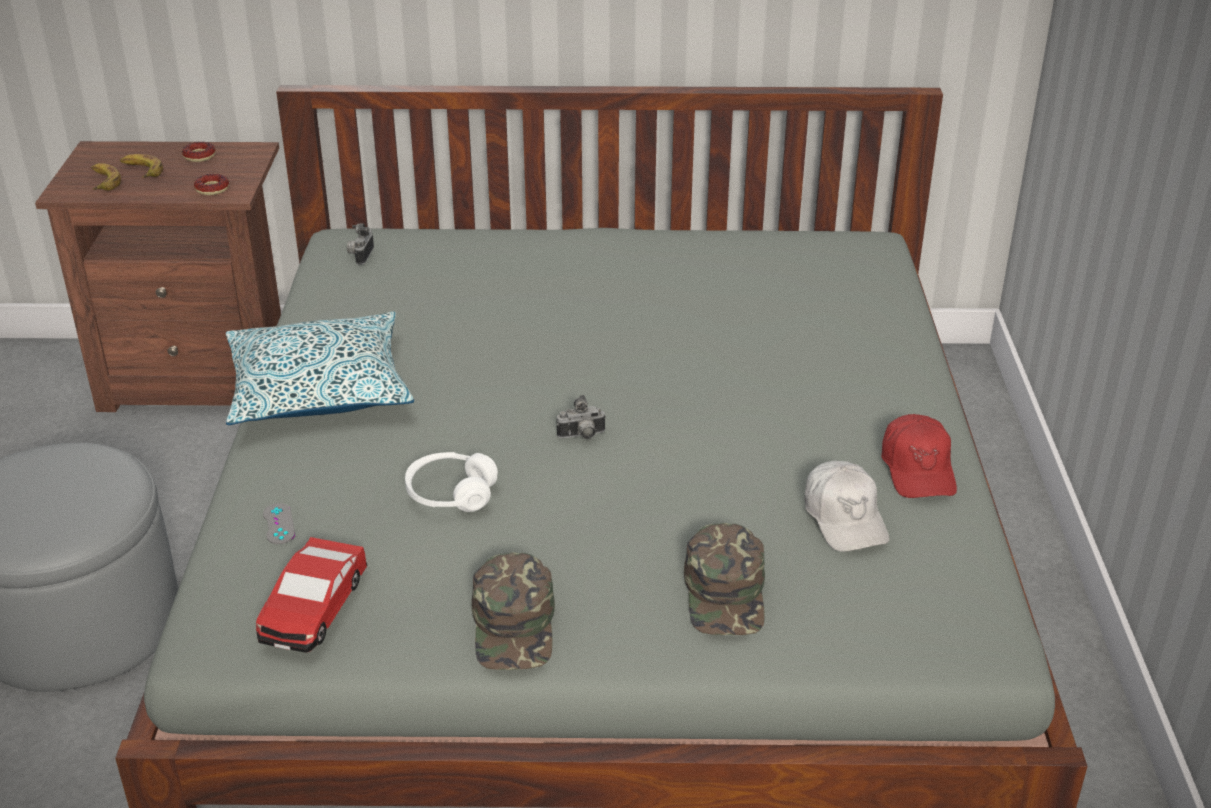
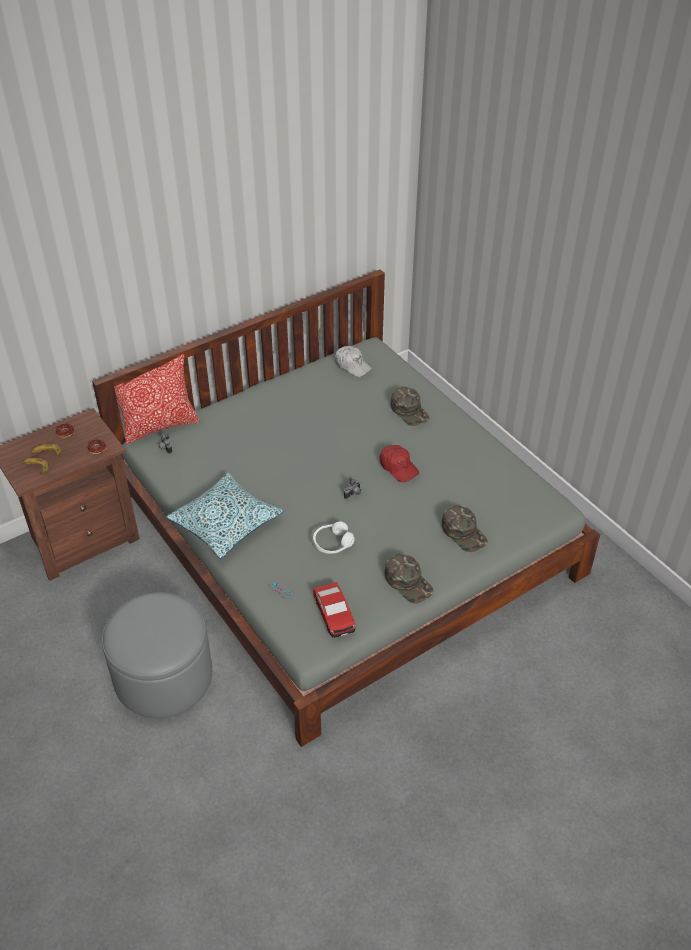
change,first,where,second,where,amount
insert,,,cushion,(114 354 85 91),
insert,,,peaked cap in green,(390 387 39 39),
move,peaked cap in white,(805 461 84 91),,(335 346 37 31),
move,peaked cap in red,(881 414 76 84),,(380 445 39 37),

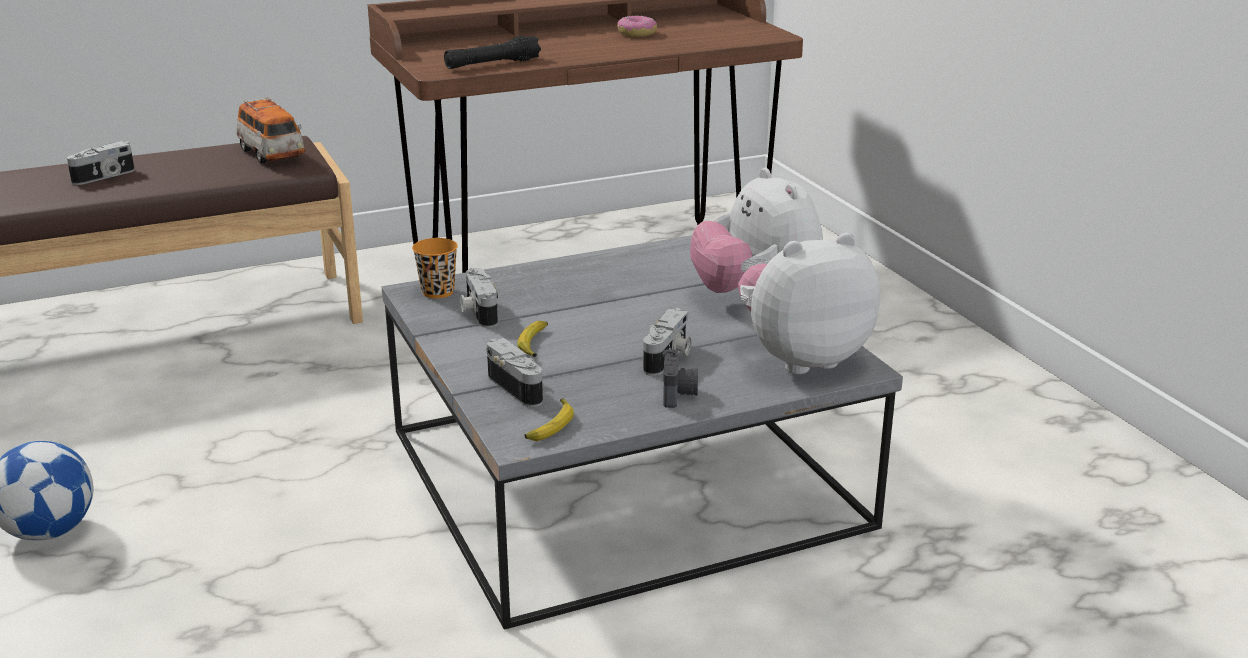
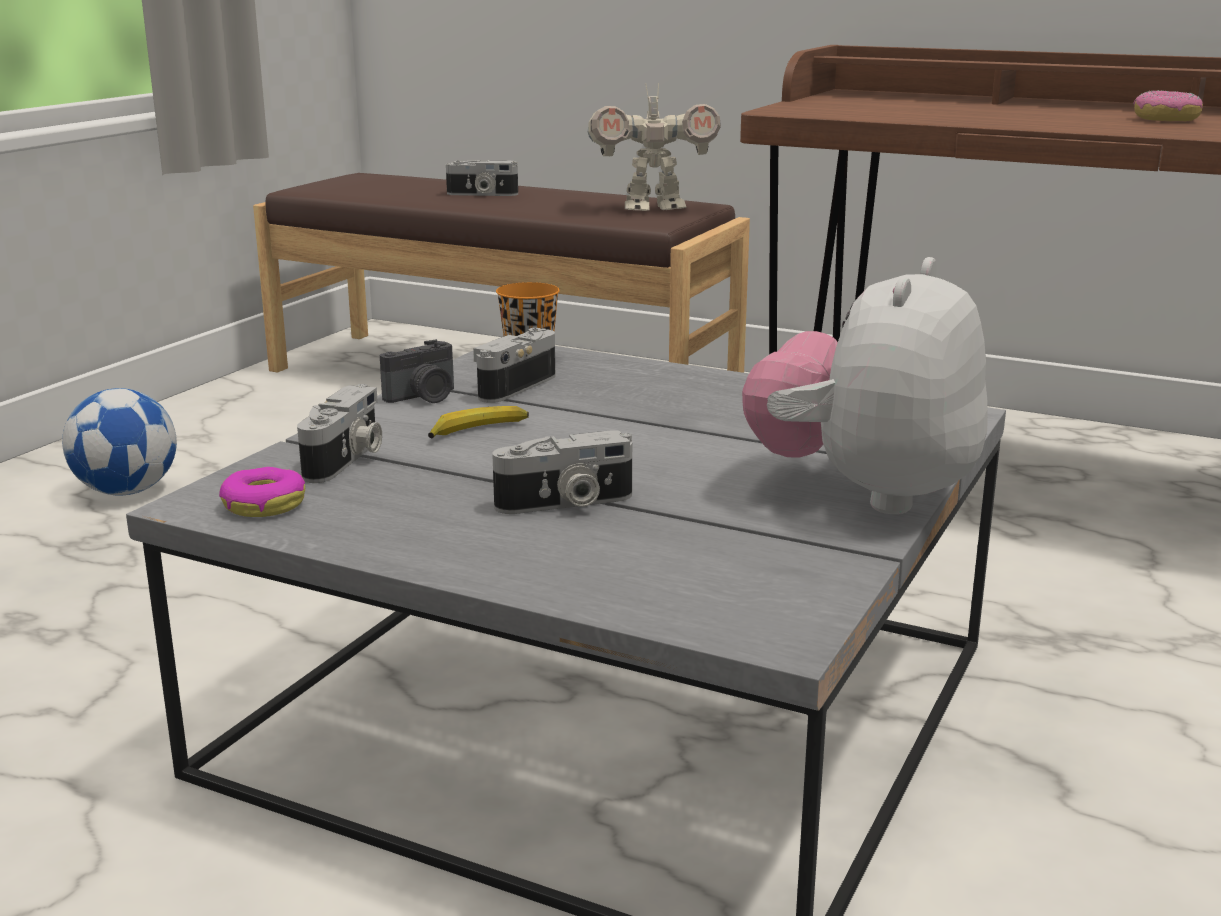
change,first,where,second,where,amount
delete,flashlight in black,(444 36 97 33),,,
delete,soft toy,(738 233 142 141),,,
move,photo camera,(662 349 36 59),,(380 339 74 64),
replace,model car,(236 97 69 67),robot figure,(587 83 134 128),
replace,banana,(525 398 49 43),ring doughnut,(219 467 86 50),

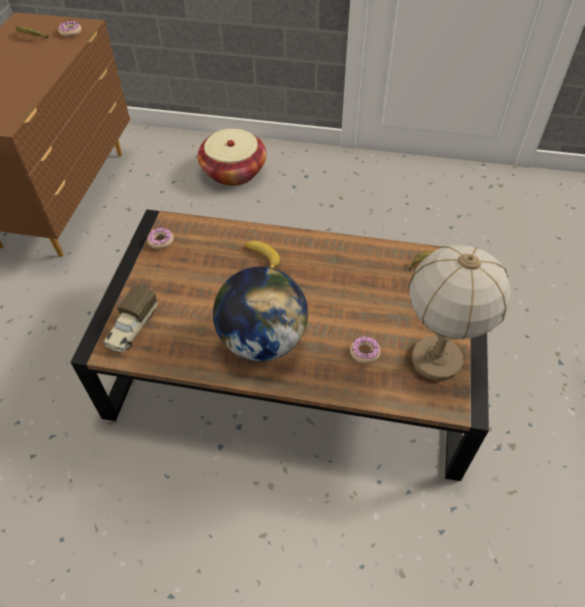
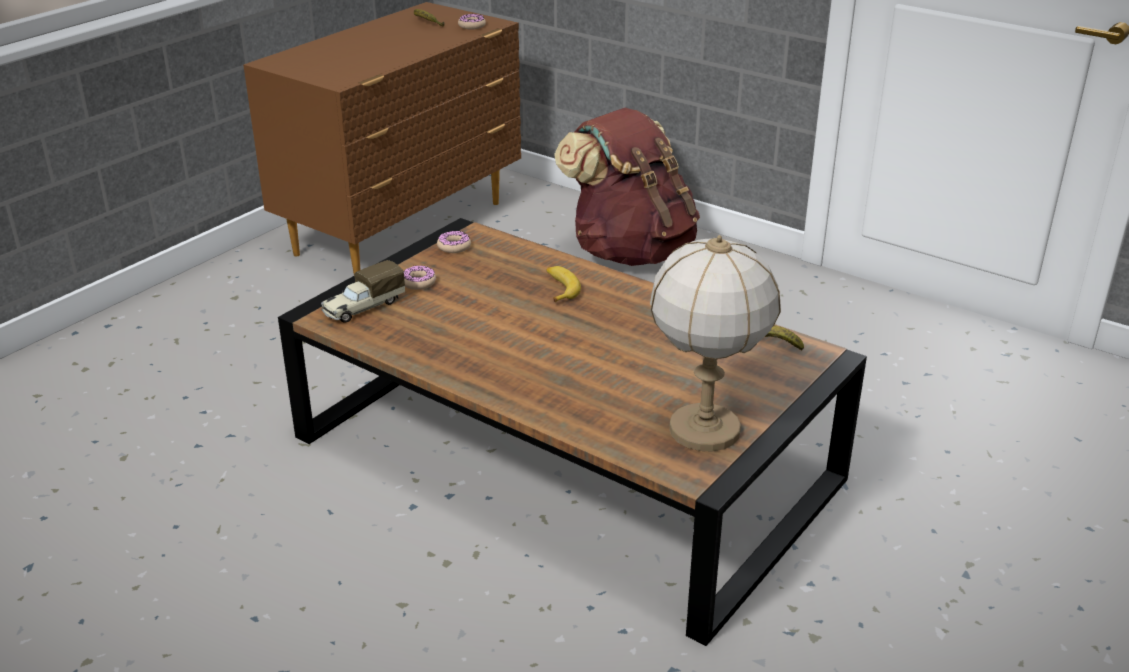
change,first,where,second,where,amount
delete,globe,(213 267 95 94),,,
move,ring doughnut,(350 336 31 28),,(404 265 32 25),
replace,household basket,(197 129 69 57),knapsack in brown,(554 108 146 158),

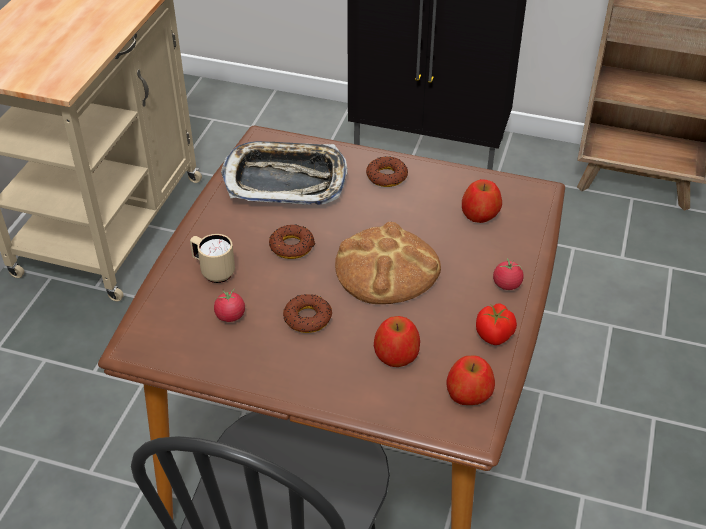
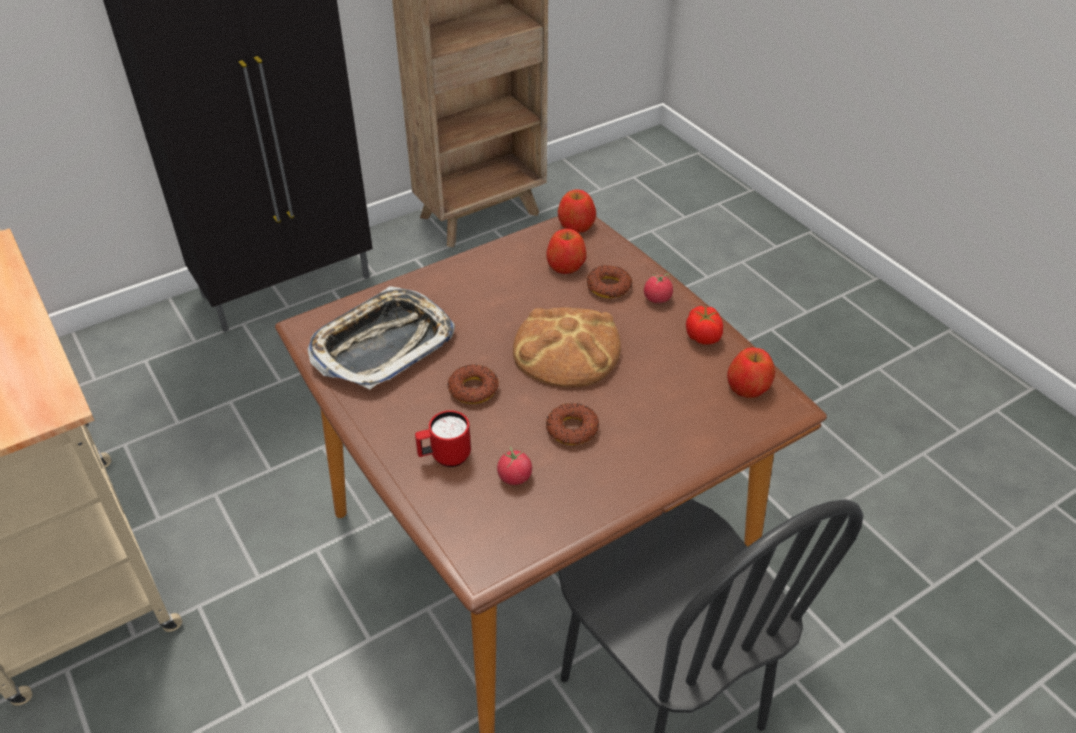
change,first,where,second,where,amount
move,ring doughnut,(366 156 42 31),,(587 265 45 33),
move,whole apple,(374 316 46 51),,(558 189 38 44),
recolor,tea mug in sand-coloured,(190 234 45 49),tea mug in red,(415 410 56 57),

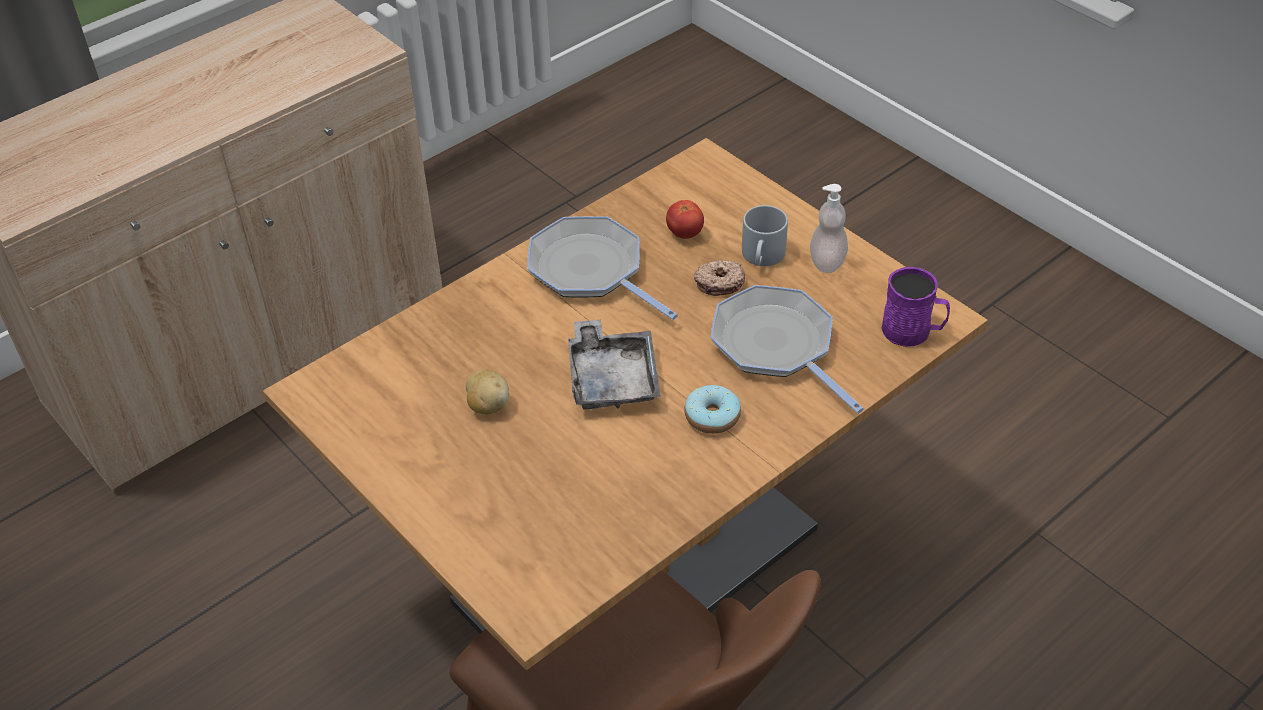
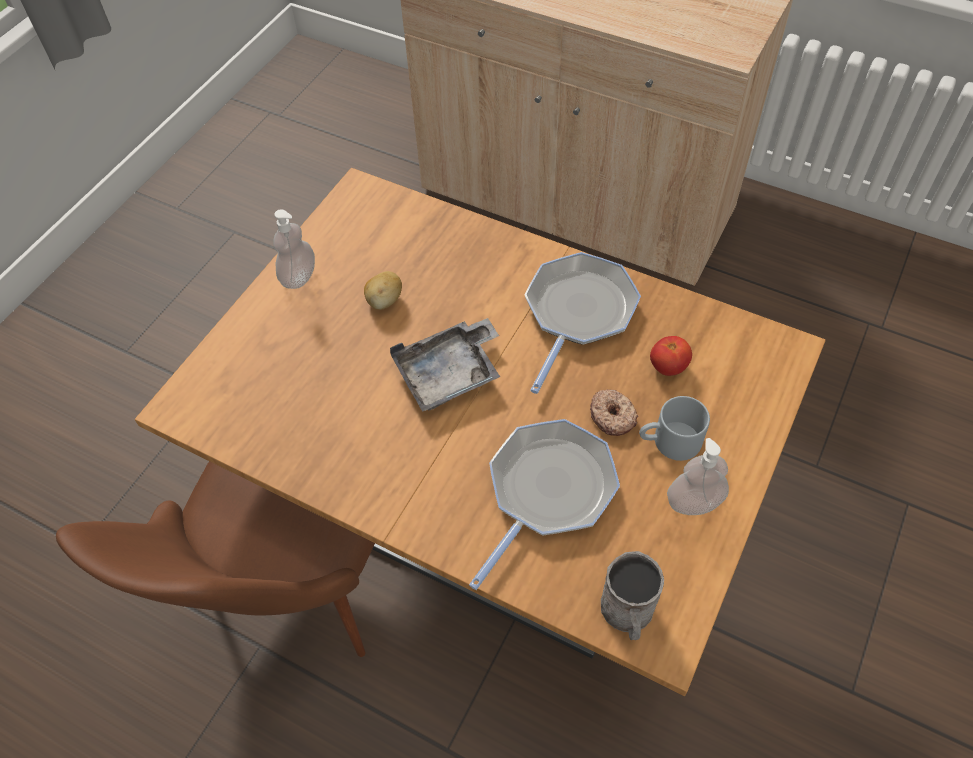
change,first,where,second,where,amount
delete,ring doughnut,(684 385 57 49),,,
insert,,,soap bottle,(273 209 42 80),
recolor,tea mug in purple,(881 267 69 80),tea mug in greyish,(601 551 63 89),

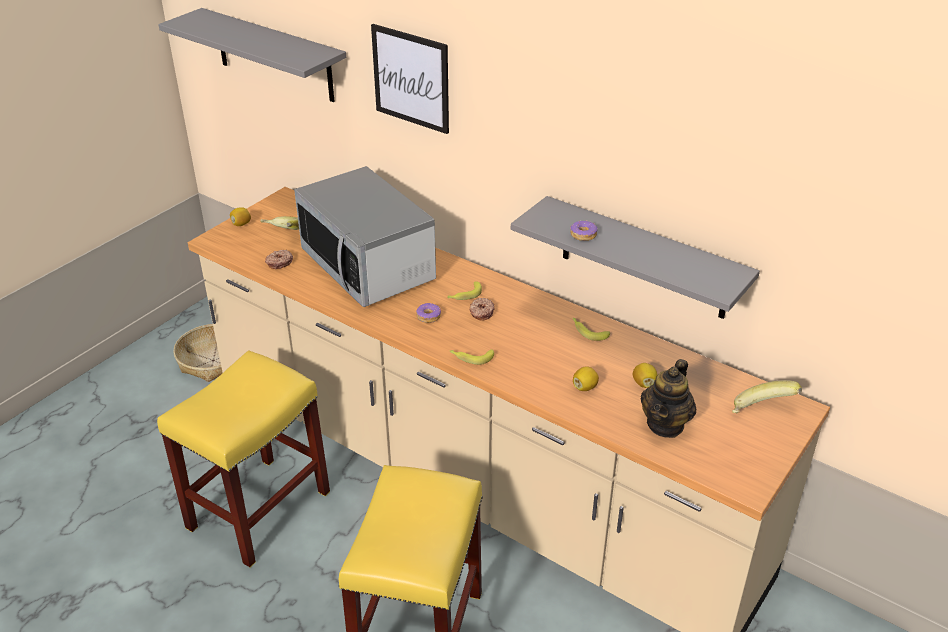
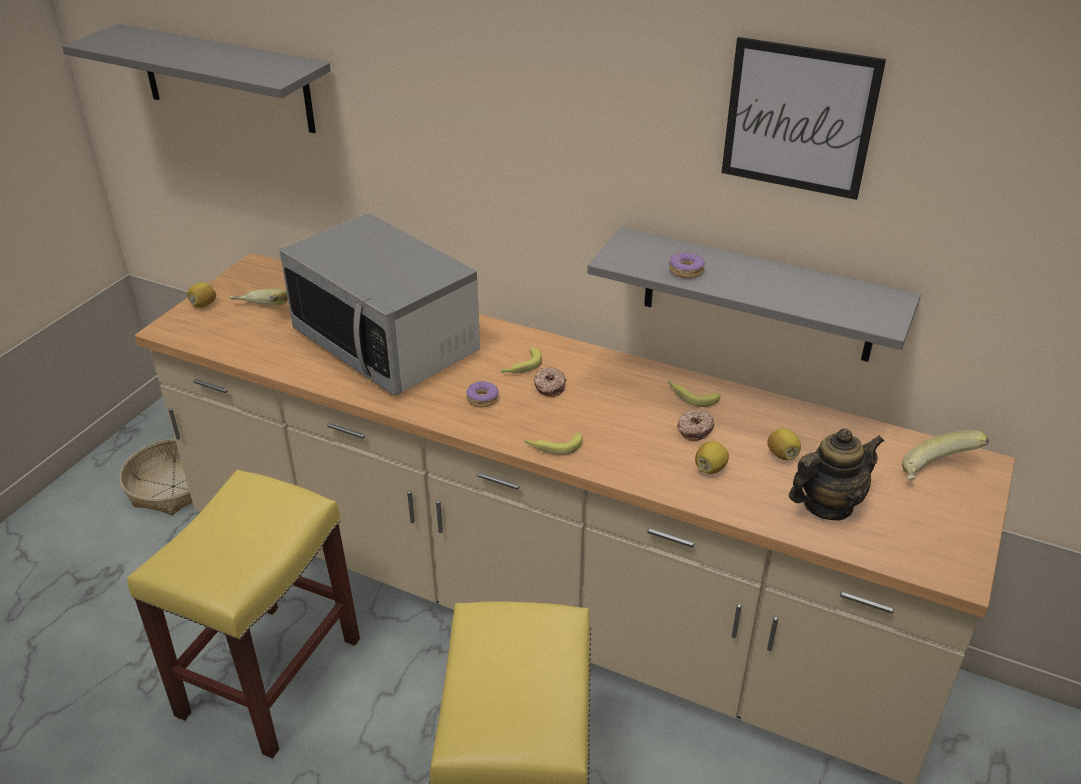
change,first,where,second,where,amount
move,ring doughnut,(265 250 28 19),,(677 409 38 32),
move,wall art,(371 24 78 110),,(722 37 164 163),
rotate,tea pot,(641 359 55 79),,(789 428 95 92),135 degrees counterclockwise

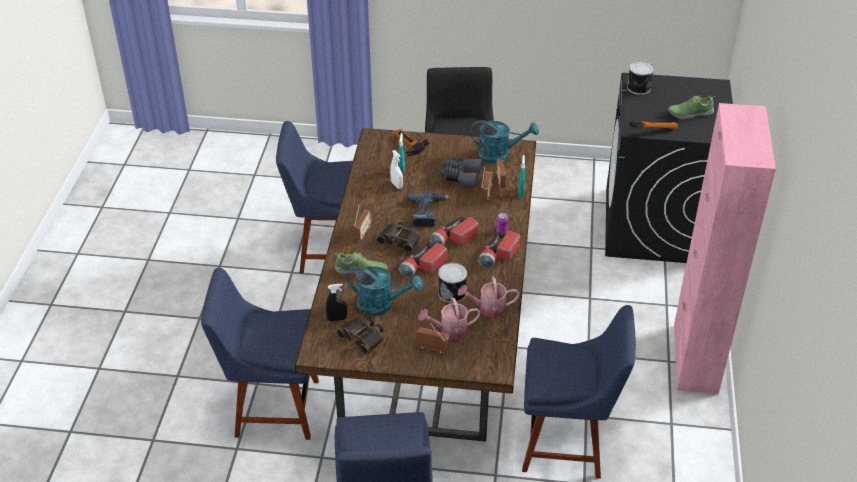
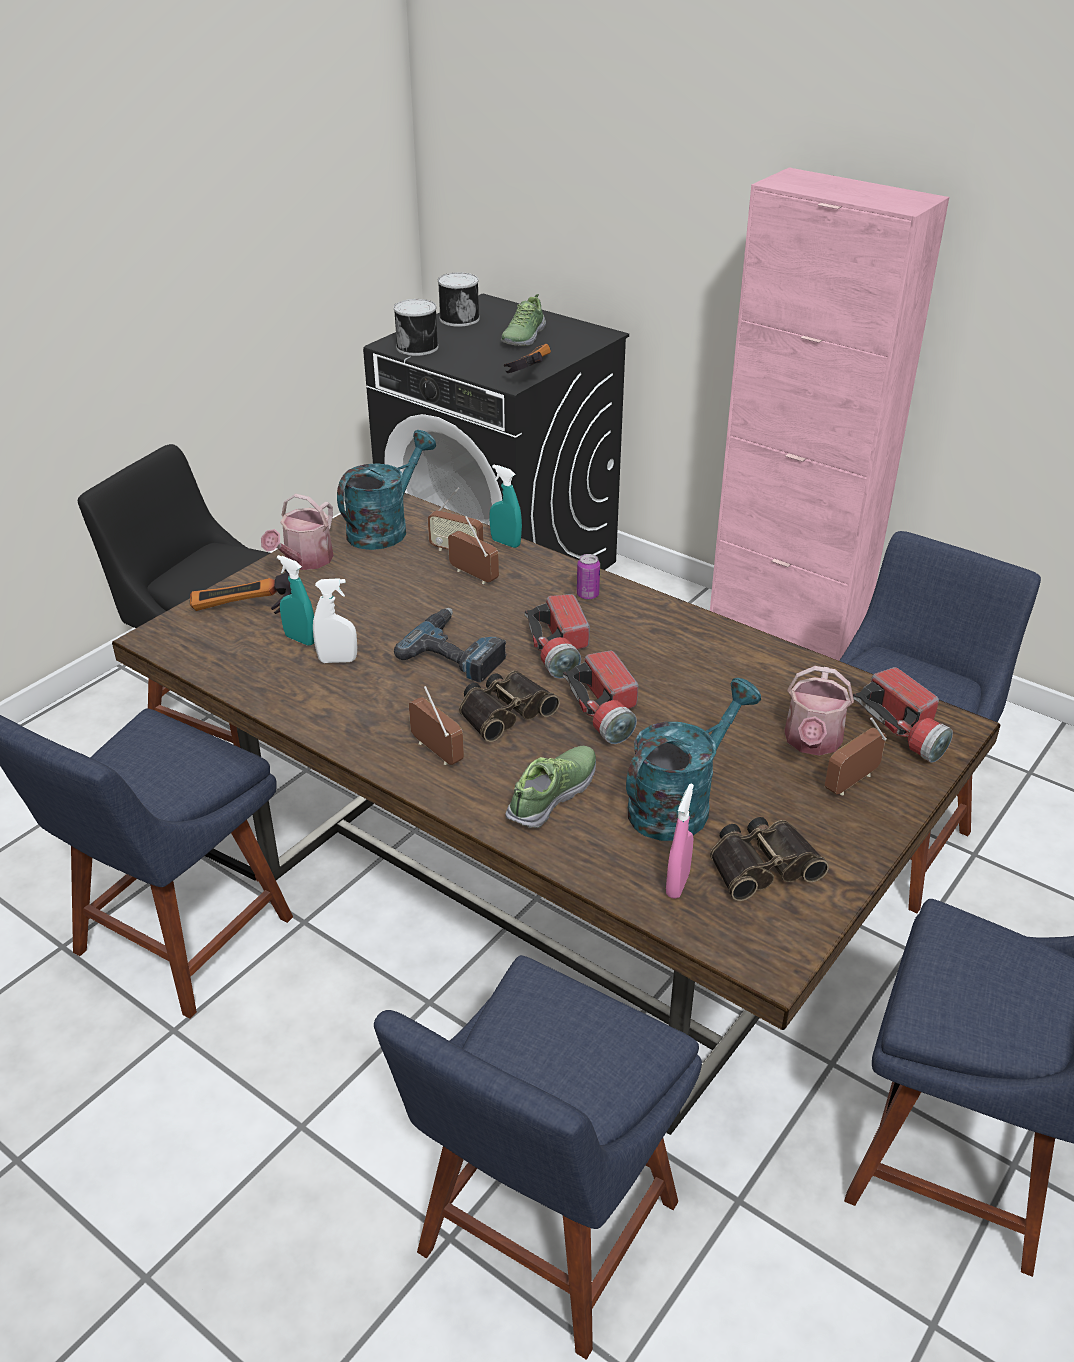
change,first,where,second,where,amount
delete,binoculars in greyish,(440 156 43 32),,,
move,sealed can,(438 263 29 40),,(438 272 42 55),
move,sprinkling can,(458 276 62 42),,(261 494 72 76),
move,flashlight,(478 230 43 38),,(853 667 100 96),
recolor,sprayer in black,(326 284 21 37),sprayer in pink,(666 783 28 116),

